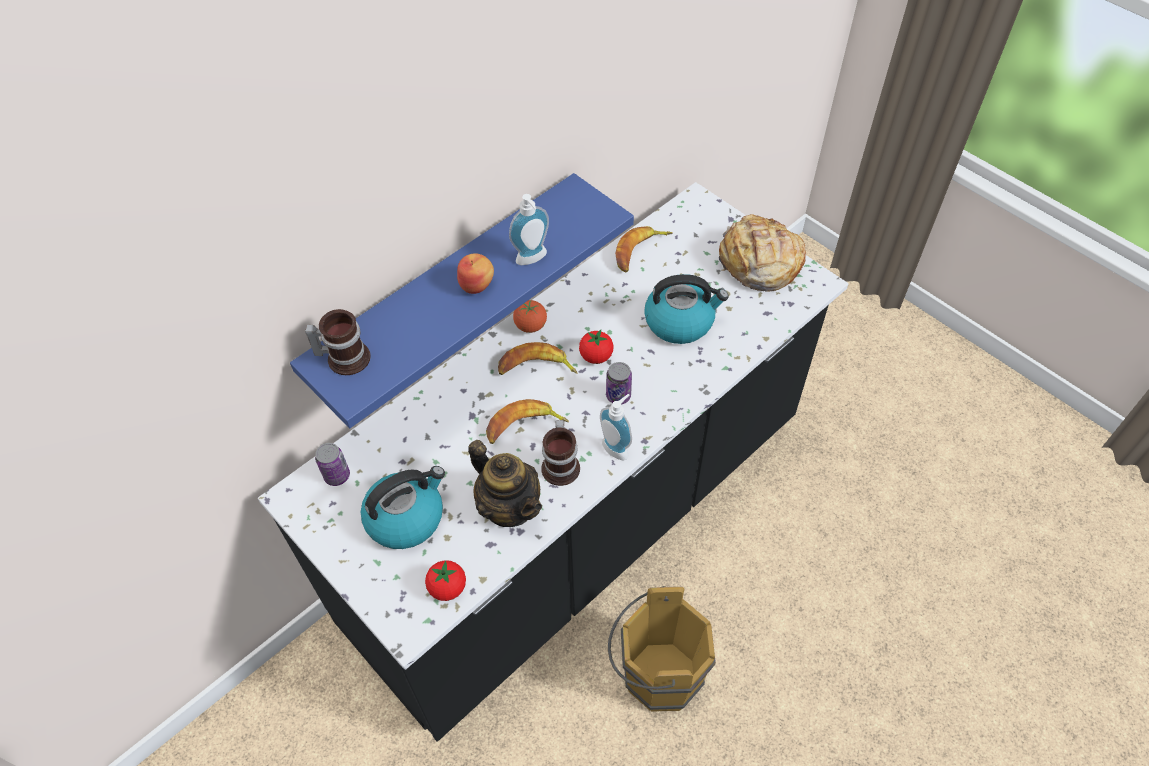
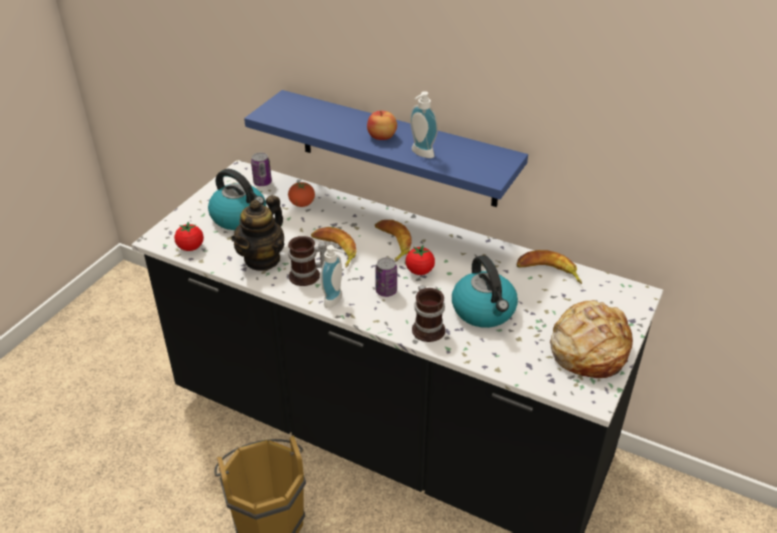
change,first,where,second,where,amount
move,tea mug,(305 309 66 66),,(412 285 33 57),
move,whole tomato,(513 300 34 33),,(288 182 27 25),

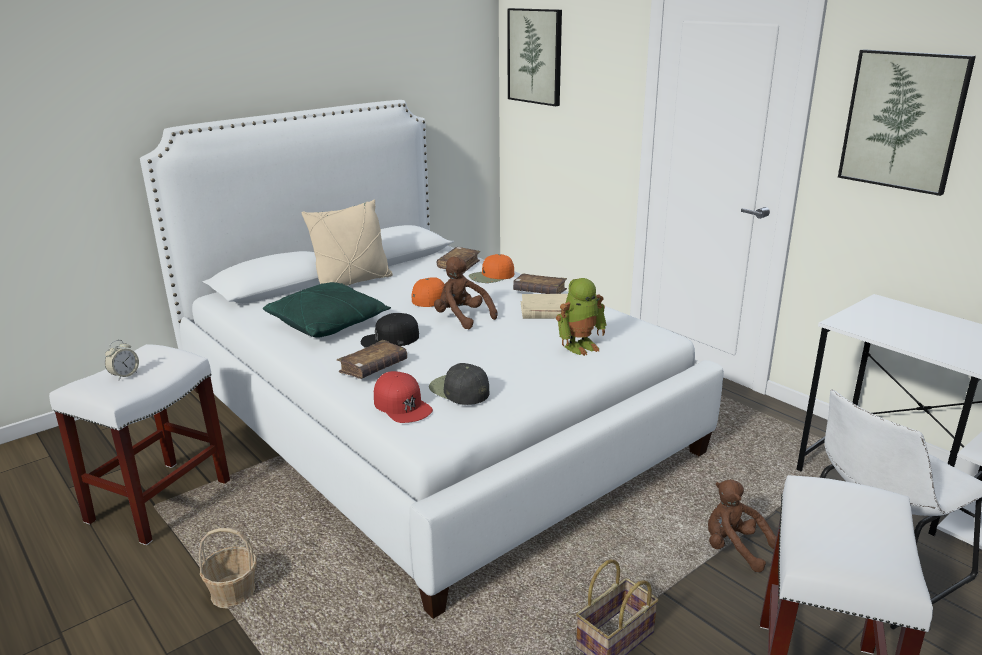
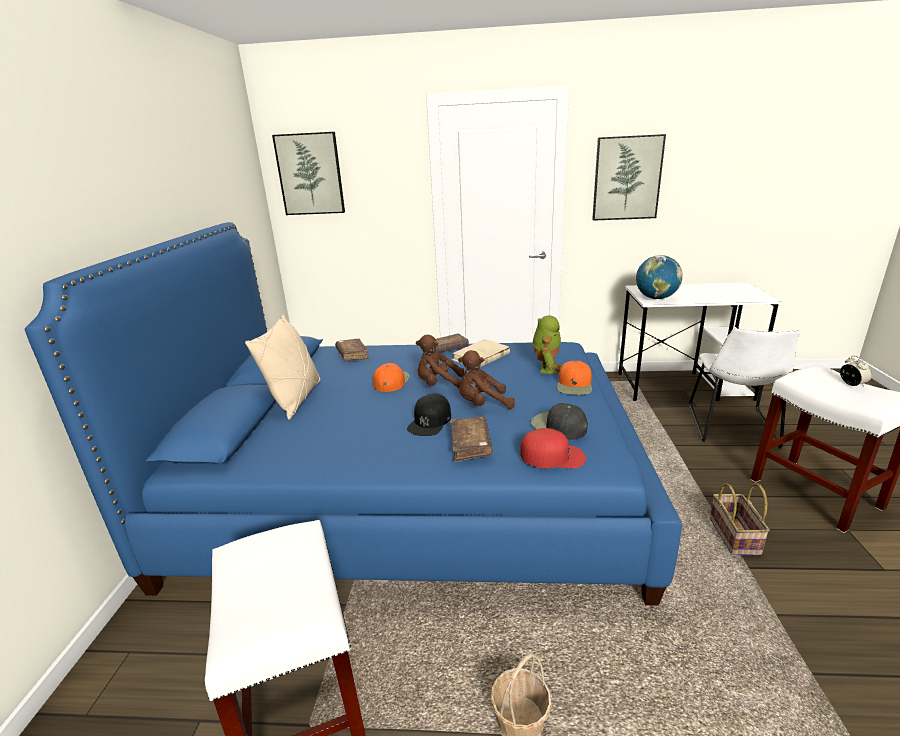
change,first,where,second,where,amount
delete,cushion in green,(263 282 128 56),,,
insert,,,globe,(636 255 47 44),
move,table clock,(105 340 34 40),,(840 356 32 31),
move,peaked cap in orange,(469 254 45 29),,(557 361 35 34),
move,soft toy in brown,(708 479 68 93),,(458 350 57 59),
recolor,bed in white,(140 100 584 519),bed in blue,(25 222 657 384),
rotate,peaked cap in black,(429 363 60 42),,(531 403 57 37),45 degrees clockwise

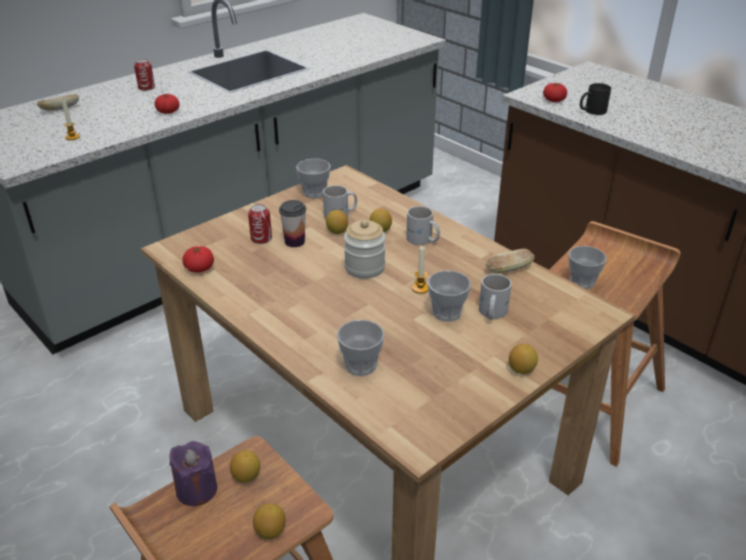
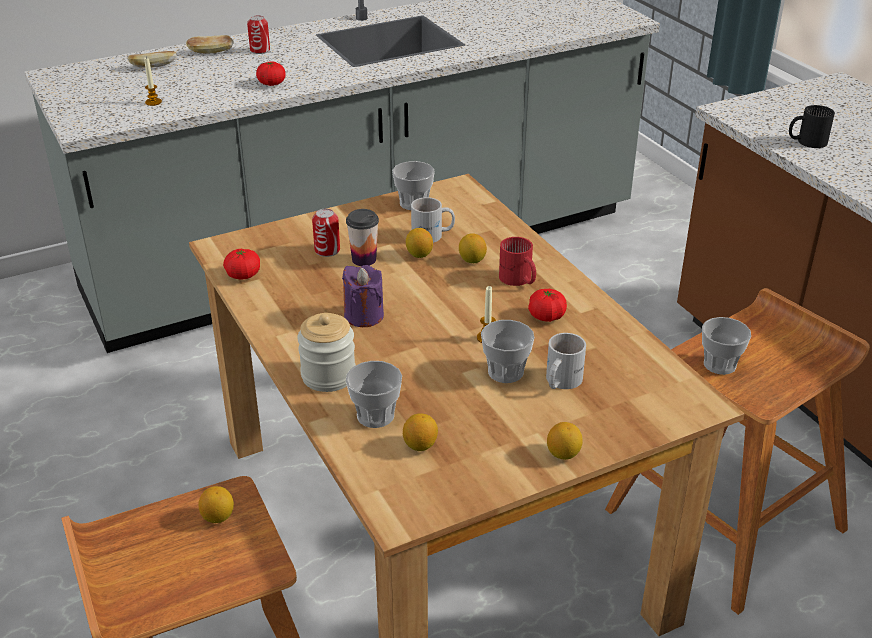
change,first,where,second,where,amount
move,wax candle in purple,(170 441 47 65),,(342 265 42 62),
move,citrus fruit,(253 503 32 36),,(403 413 35 38),
move,storage jar,(344 220 42 59),,(297 313 59 79),
move,baked bread,(486 249 48 25),,(186 35 48 18),
move,whole tomato,(543 83 24 19),,(528 289 39 33),
recolor,tea mug in white,(406 206 34 39),tea mug in red,(499 237 37 49),

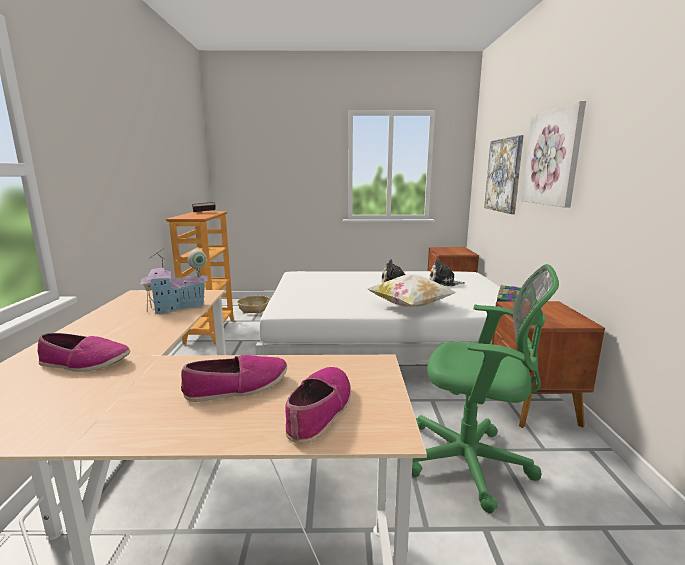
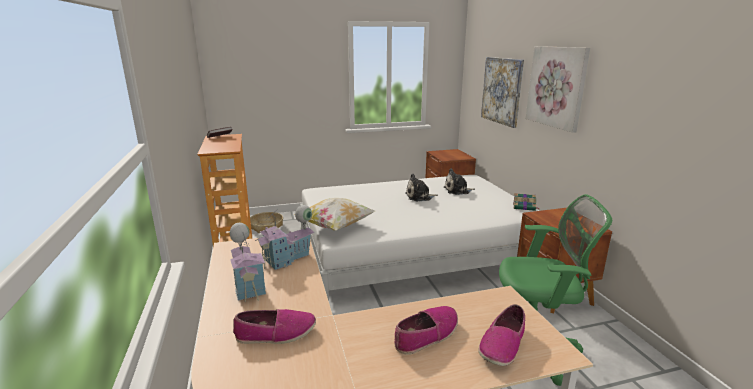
change,first,where,second,where,amount
insert,,,miniature house,(230 223 36 79),
move,cushion,(368 274 89 33),,(294 198 81 32),
rotate,low shoe,(286 367 65 76),,(479 304 46 62),150 degrees counterclockwise

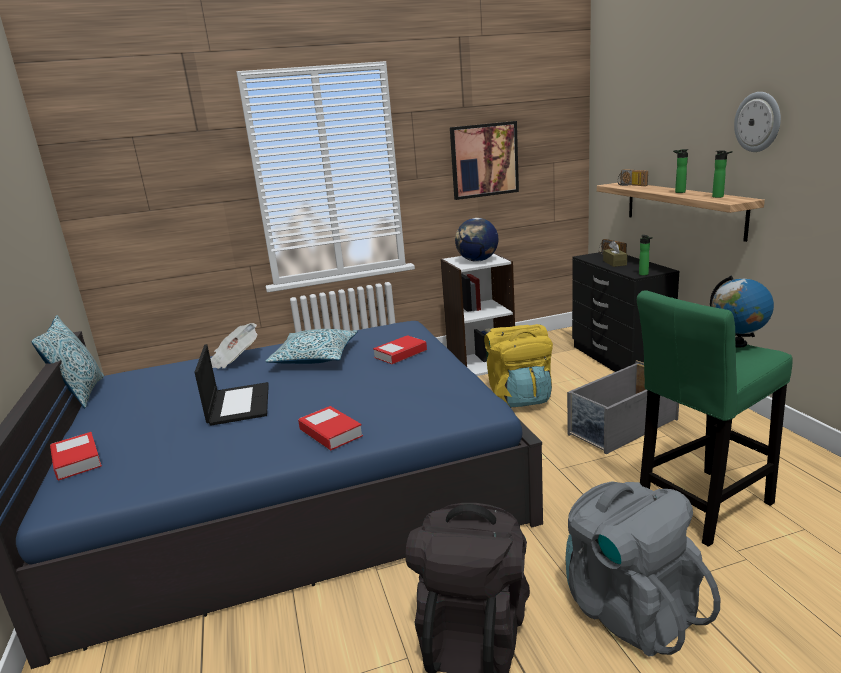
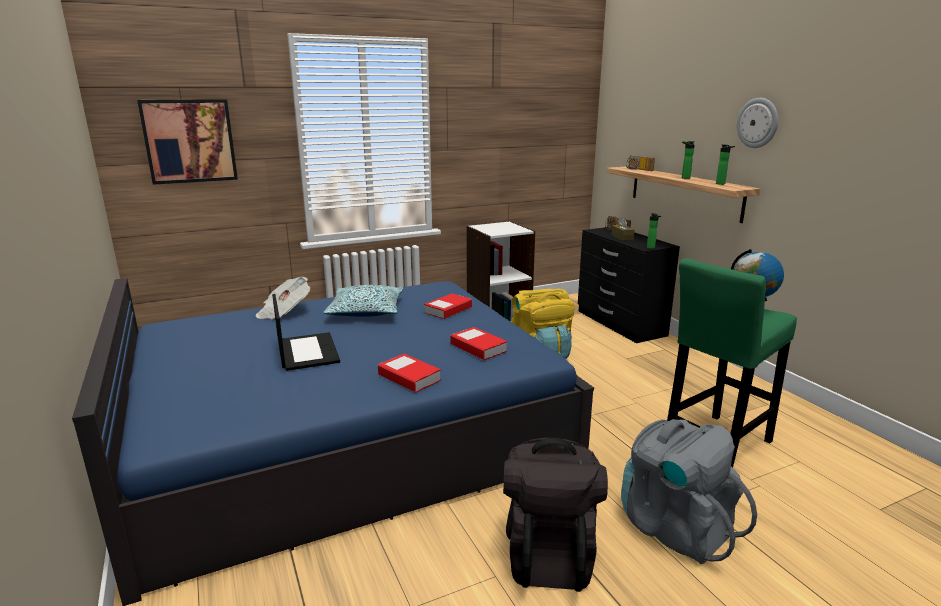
change,first,where,second,where,amount
delete,cushion,(31 315 73 93),,,
delete,globe,(455 218 43 44),,,
delete,storage container in greyish,(567 360 112 94),,,
move,bound book,(50 432 52 48),,(451 327 56 33),
move,wall art,(450 121 69 79),,(137 99 101 86),

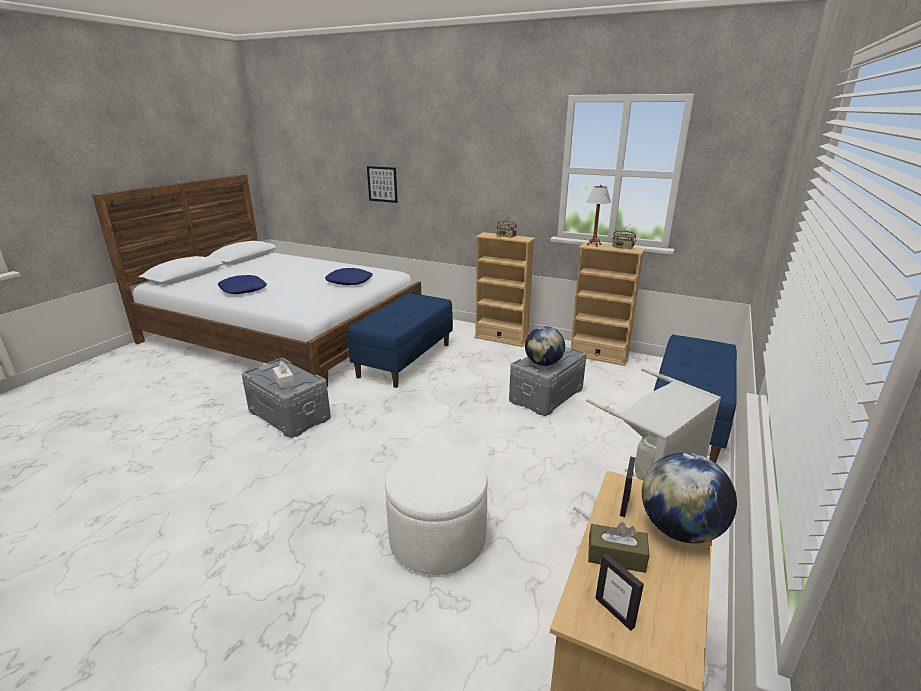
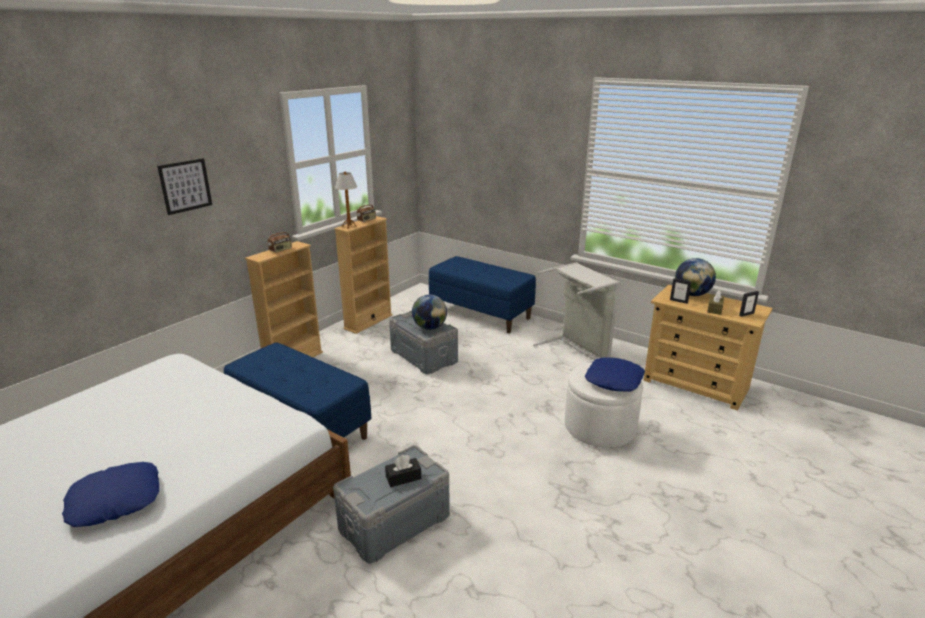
change,first,where,second,where,amount
move,cushion in blue,(325 268 48 17),,(585 357 60 35),
move,wall art,(367 166 31 37),,(157 158 55 57),
recolor,box of tissues in white,(273 361 22 27),box of tissues in black,(385 455 36 32),

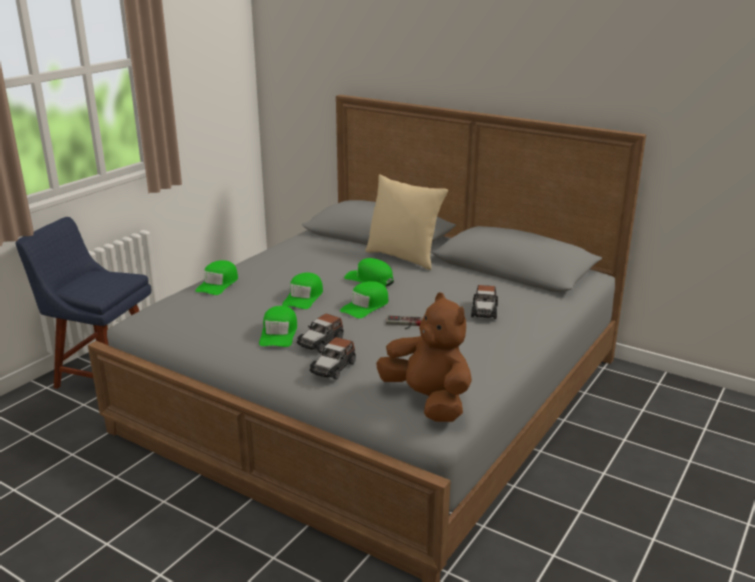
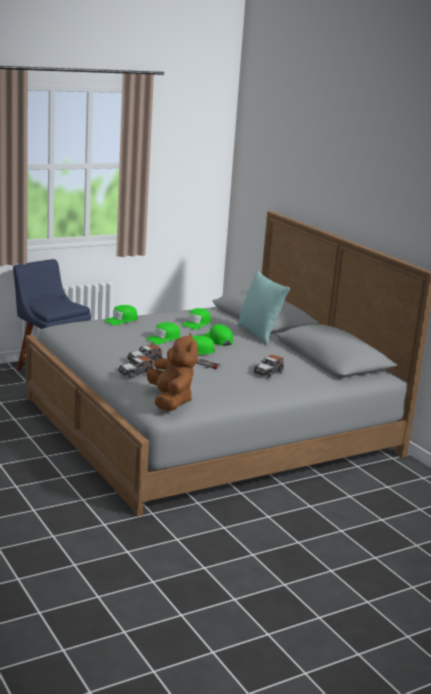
change,first,where,second,where,amount
move,peaked cap in green,(259 306 38 41),,(181 308 30 22),
recolor,cushion in sand-coloured,(365 174 83 96),cushion in turquoise-coloured,(238 271 52 74),

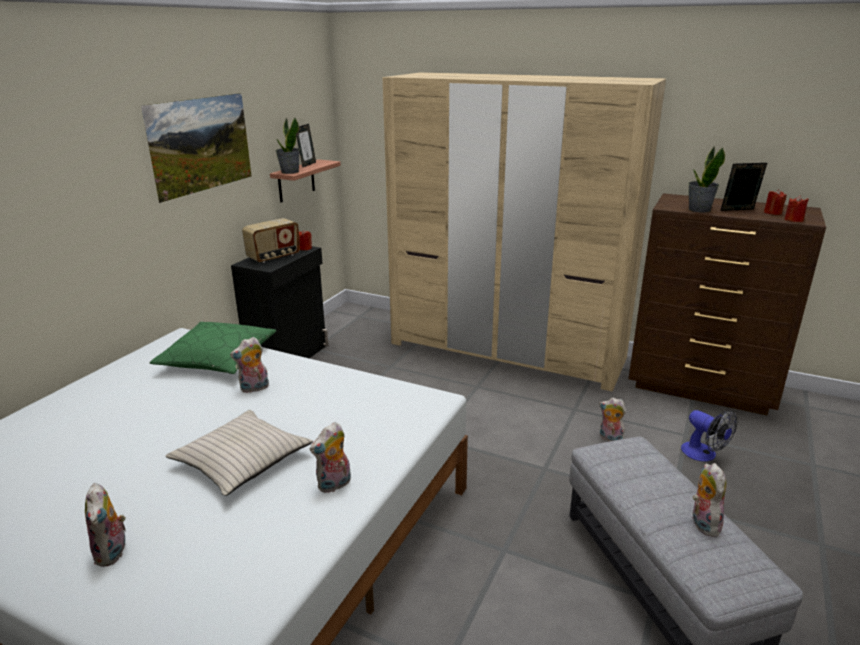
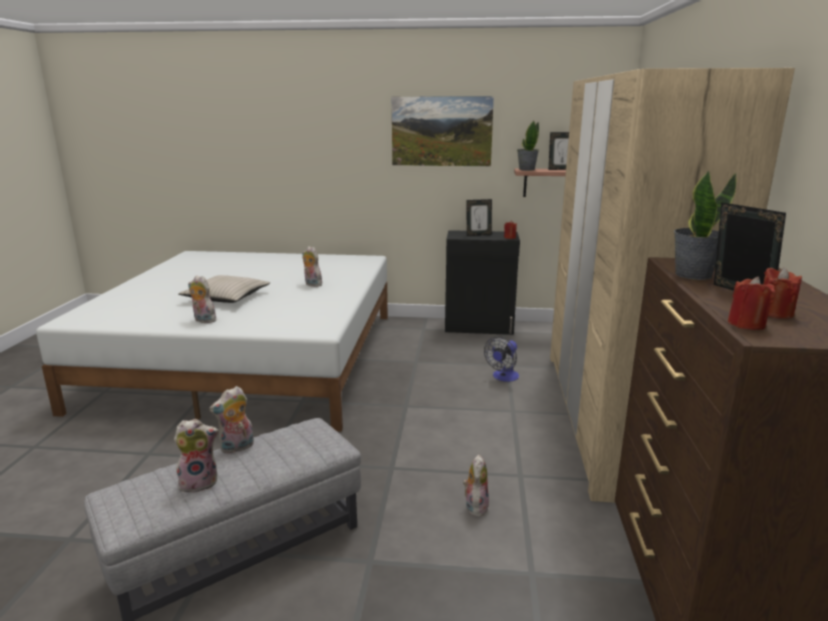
change,first,where,second,where,amount
delete,cushion in green,(149 321 127 53),,,
move,soft toy,(85 483 44 84),,(209 386 45 68),
move,electric fan,(681 410 56 52),,(484 337 35 45),
replace,radio receiver,(242 218 58 45),standing frame,(467 199 25 37),

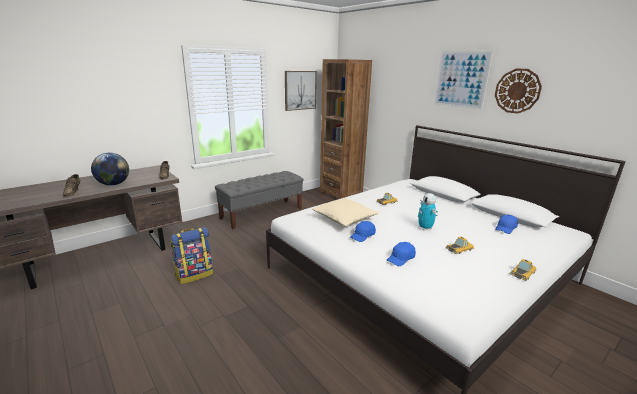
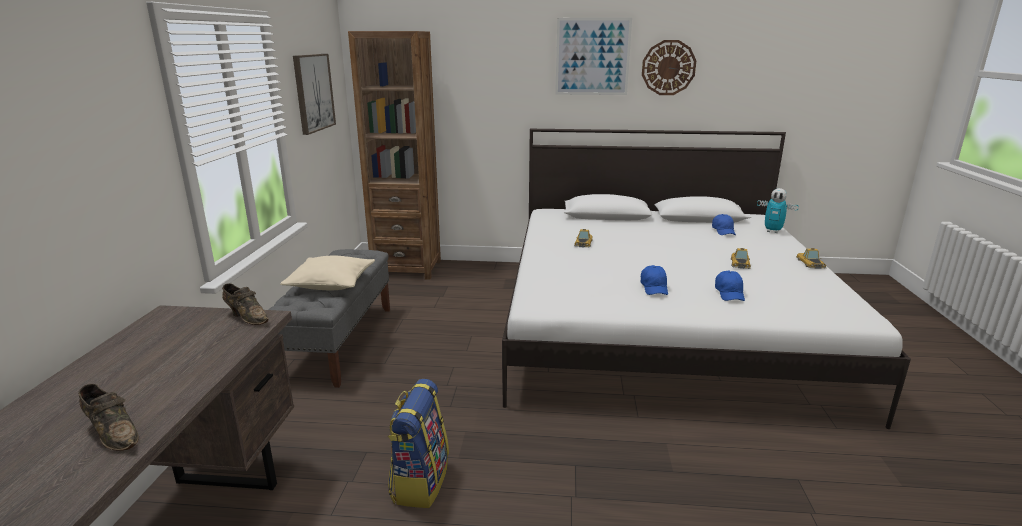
change,first,where,second,where,amount
delete,globe,(91 153 38 32),,,
move,cushion in sand-coloured,(312 198 68 28),,(280 256 95 34),
move,robot figure,(418 193 20 38),,(757 188 42 45),

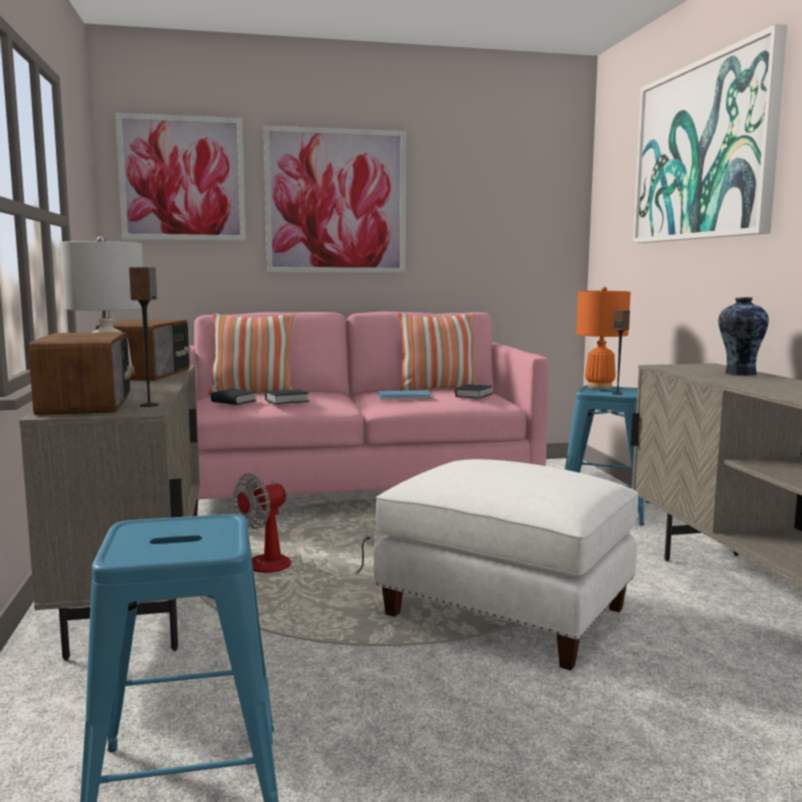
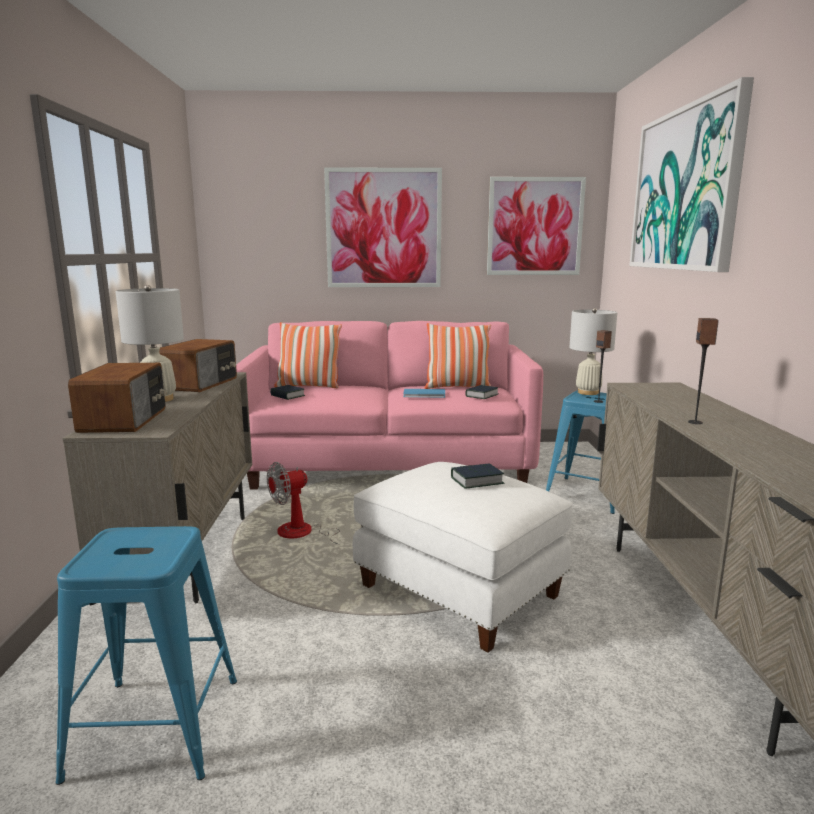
change,first,where,second,where,amount
delete,vase,(718 297 51 79),,,
move,wall art,(115 113 131 128),,(487 177 99 98),
move,audio speaker,(129 267 30 140),,(688 318 31 106),
move,bound book,(265 389 45 15),,(451 463 53 26),
recolor,table lamp in orange,(576 287 55 102),table lamp in white,(569 308 48 87),

